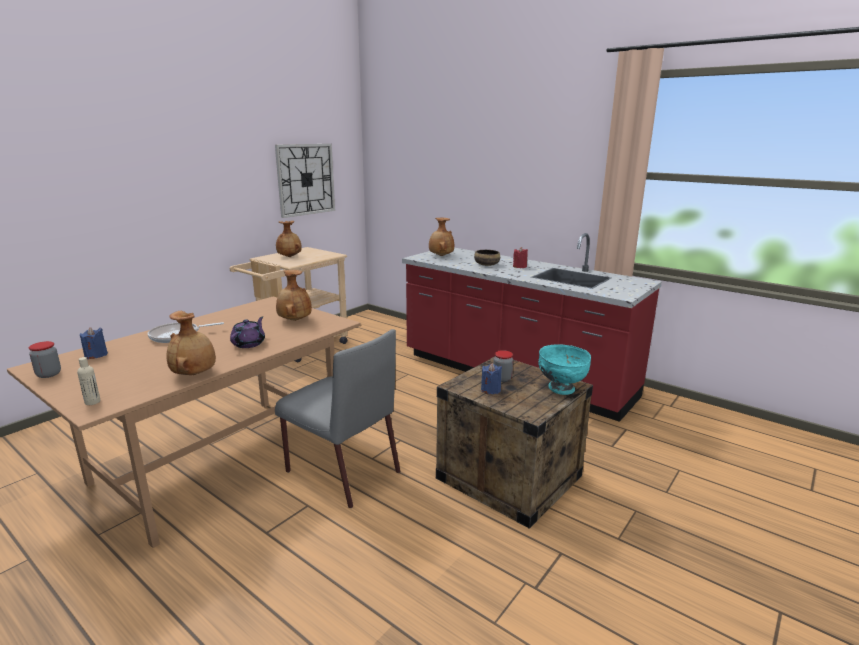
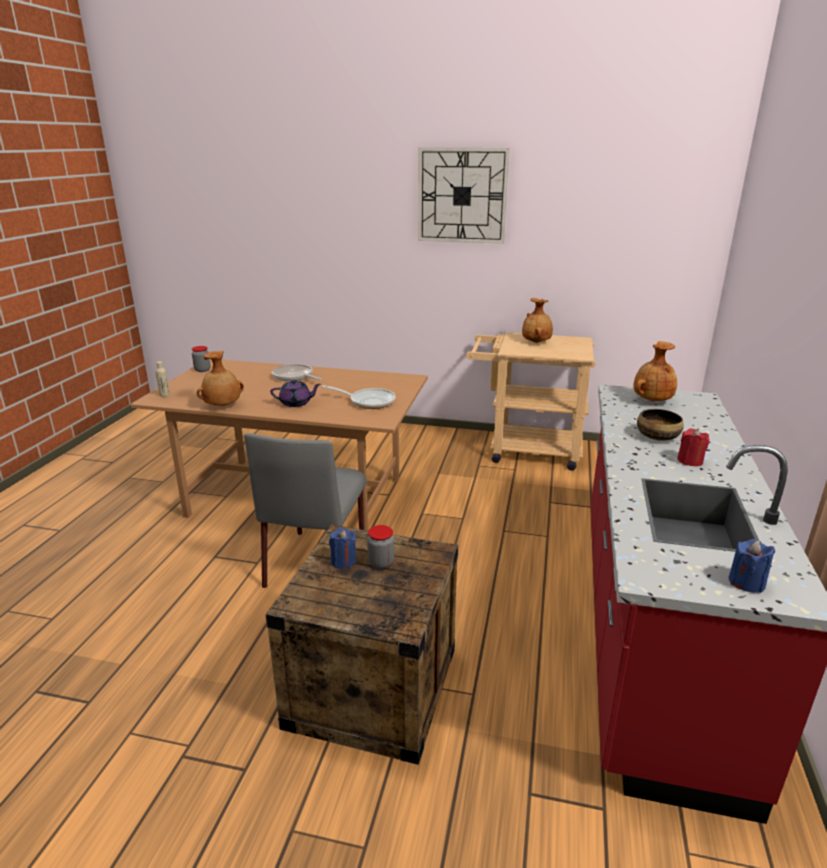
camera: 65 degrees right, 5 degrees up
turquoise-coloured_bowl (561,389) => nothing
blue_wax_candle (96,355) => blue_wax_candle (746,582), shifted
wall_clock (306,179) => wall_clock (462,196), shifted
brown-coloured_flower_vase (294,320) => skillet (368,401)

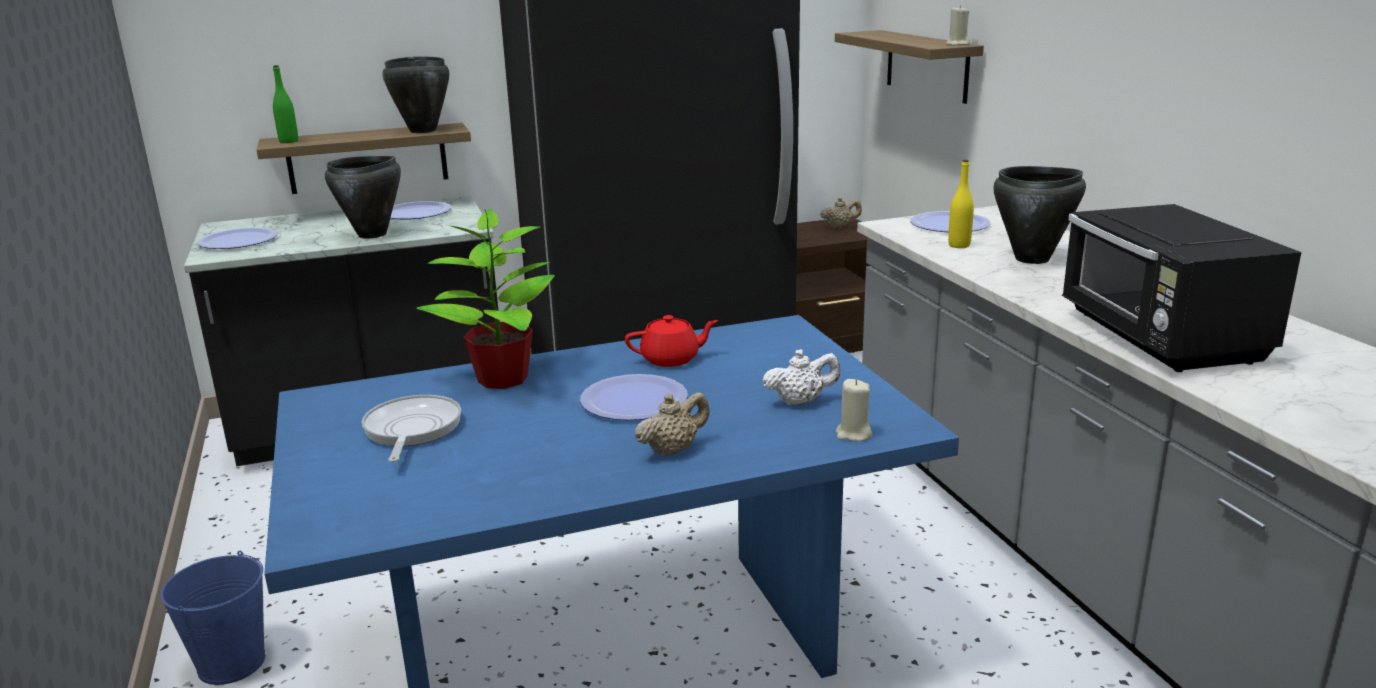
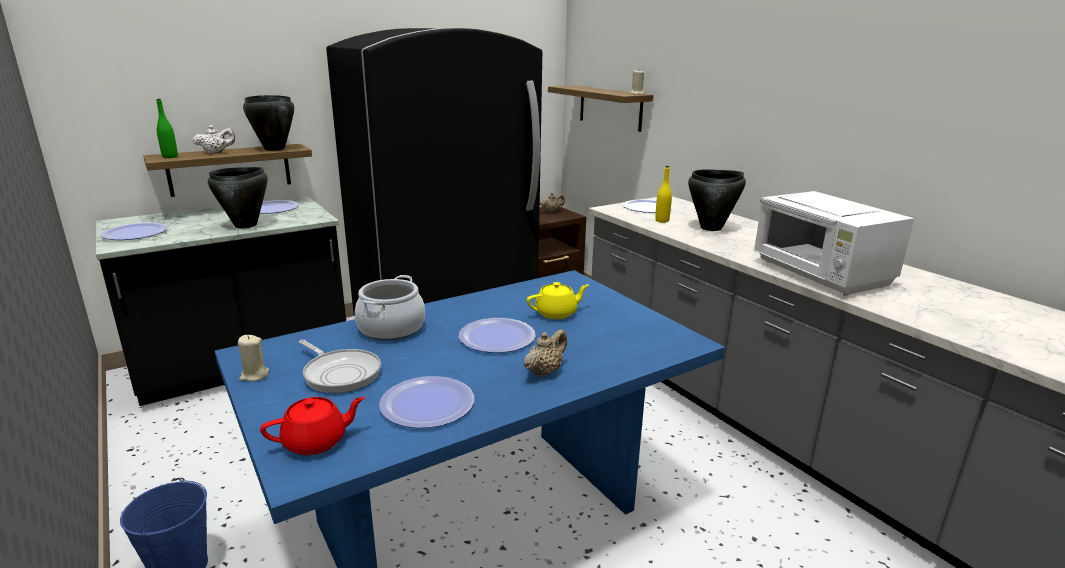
camera: 15 degrees left, 0 degrees up
nothing => plate (427,403)
nothing => yellow-coloured_pot_for_tea (557,313)
red-coloured_pot_for_tea (671,359) => red-coloured_pot_for_tea (316,442), shifted
whitish_pot_for_tea (800,401) => whitish_pot_for_tea (216,153), shifted
beige_wax_candle (853,434) => beige_wax_candle (254,375), shifted
houseplant (501,379) => stockpot (391,328)
blackish_kitchen_microwave (1160,338) => whitish_kitchen_microwave (820,275)
skillet (411,430) => skillet (340,373), 150 degrees clockwise

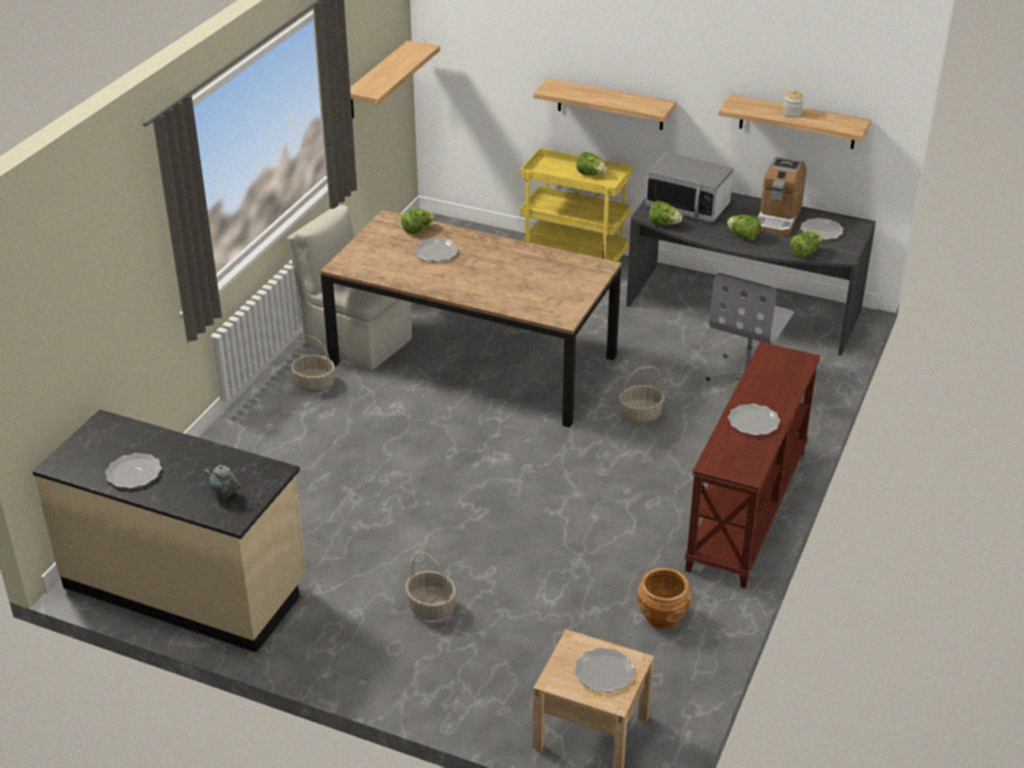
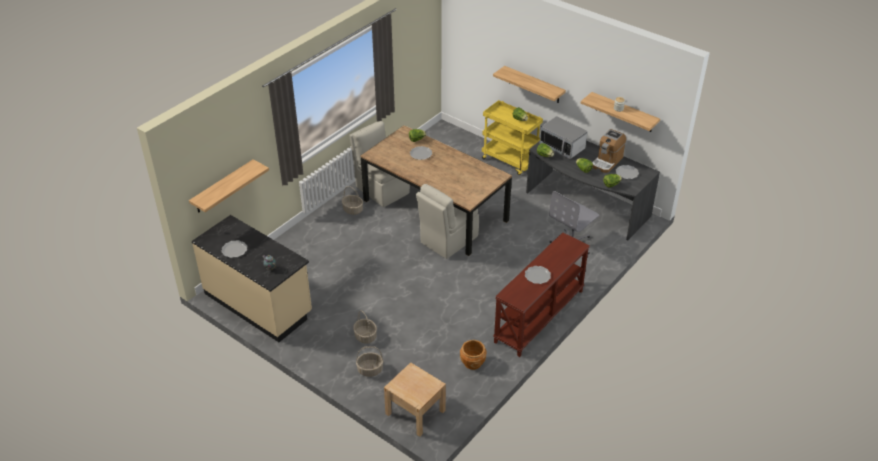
camera: 15 degrees right, 5 degrees up
plate (604,673) => nothing
nothing => beige_plain_chair (448,240)
shelf (377,80) => shelf (223,187), shifted
basket (640,414) => basket (370,369), shifted

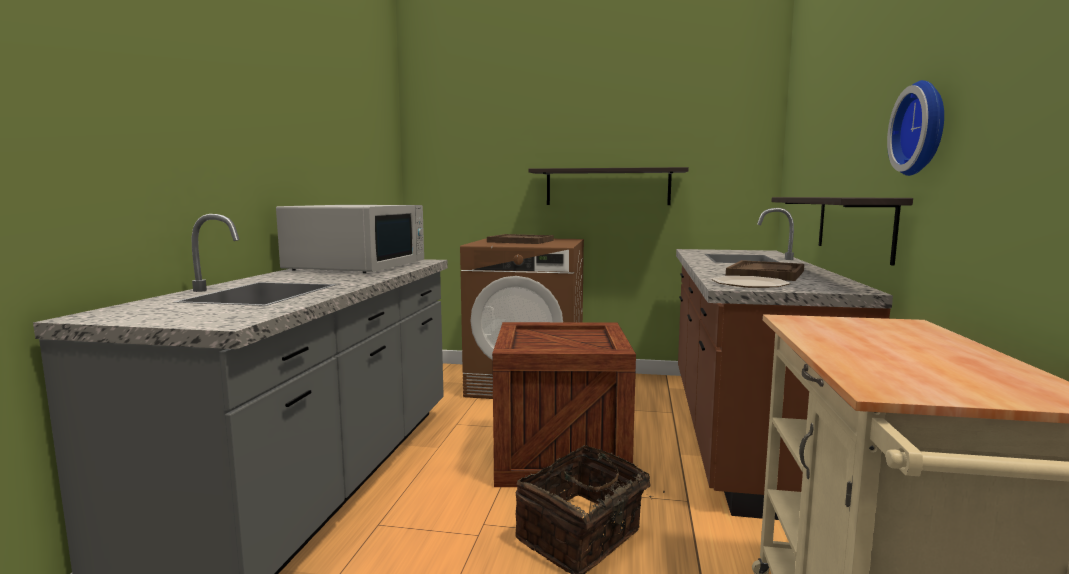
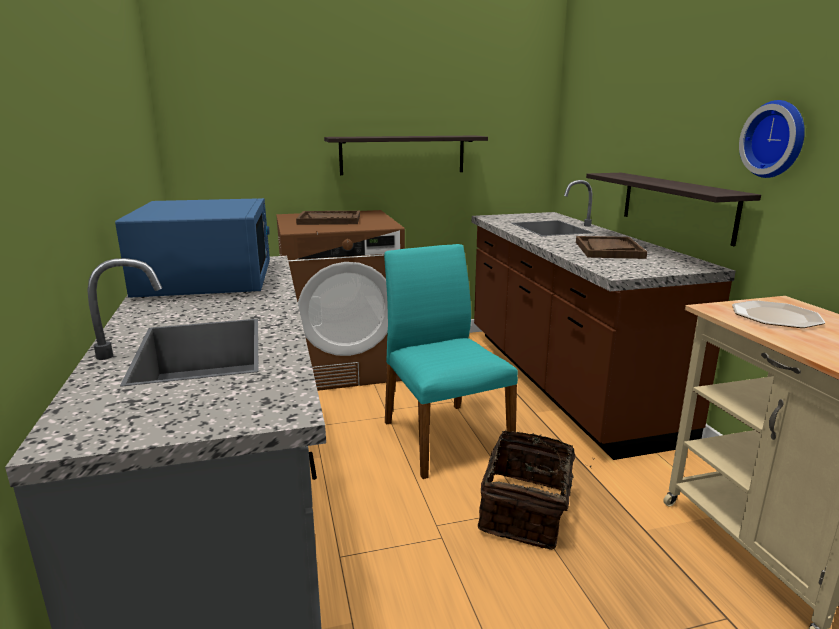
camera: 25 degrees left, 10 degrees up
plate (750,284) => plate (776,316), shifted
crate (562,455) => turquoise-coloured_plain_chair (443,437)
whitish_kitchen_microwave (358,266) => blue_kitchen_microwave (208,279)

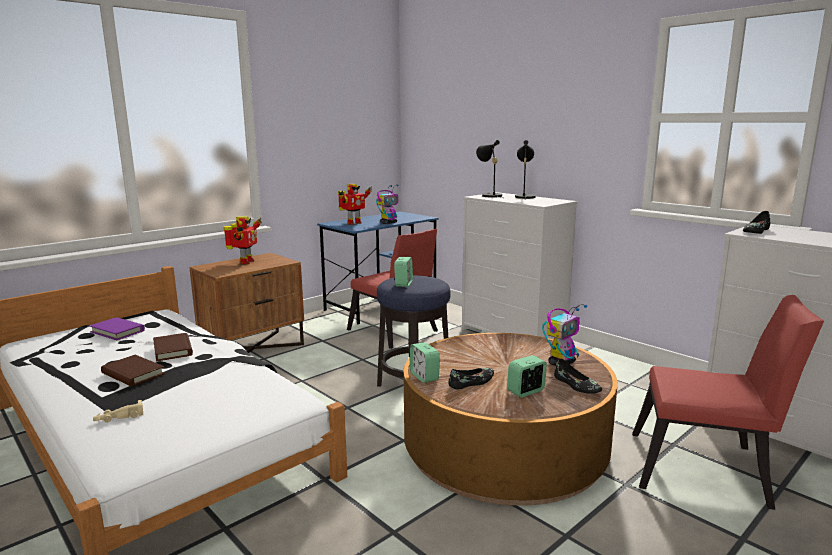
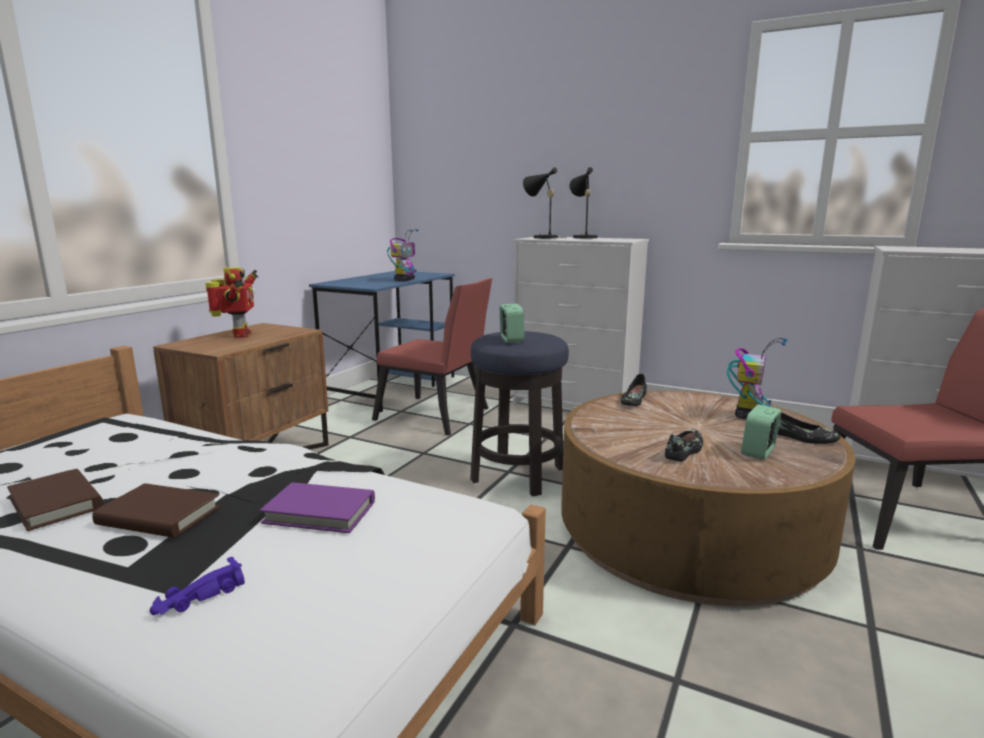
camera: 20 degrees left, 0 degrees up
model_robot (353,223) => nothing
alarm_clock (424,376) => nothing
purplish_bound_book (117,331) => purplish_bound_book (320,512), shifted
brown-coloured_bound_book (173,350) => brown-coloured_bound_book (56,503), shifted
blackish_low_shoe (755,231) => blackish_low_shoe (633,400), shifted
beige_miniature_car (119,418) => purplish_miniature_car (198,598)

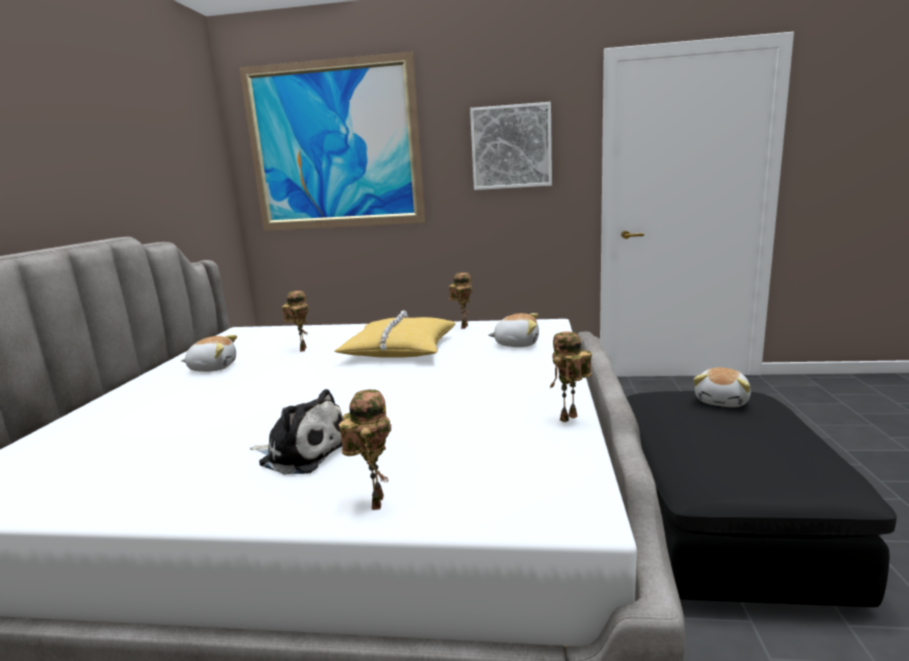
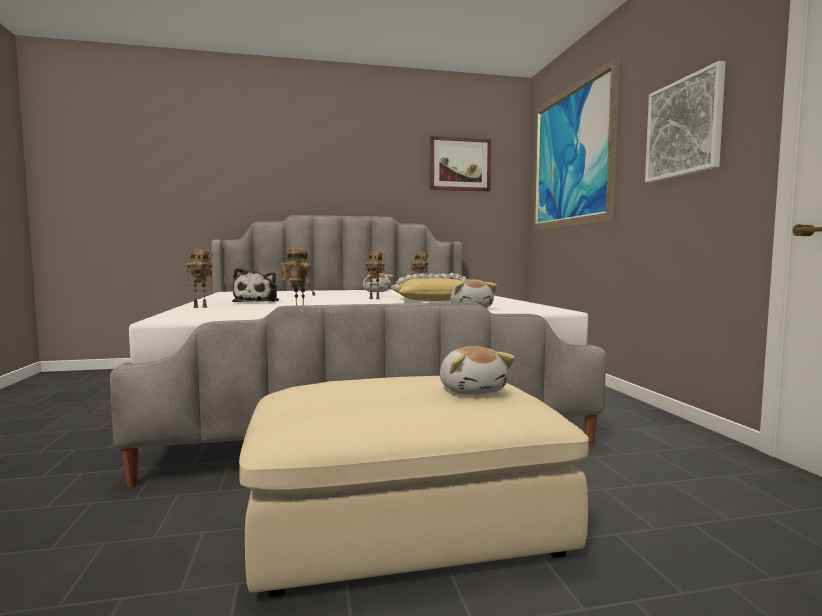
camera: 70 degrees right, 10 degrees down
nothing => wall_art (460,164)
model_robot (463,326) => model_robot (375,298), shifted
blackish_ottoman (720,523) => beige_ottoman (407,520)
plush_toy (722,401) => plush_toy (472,390), 120 degrees counterclockwise

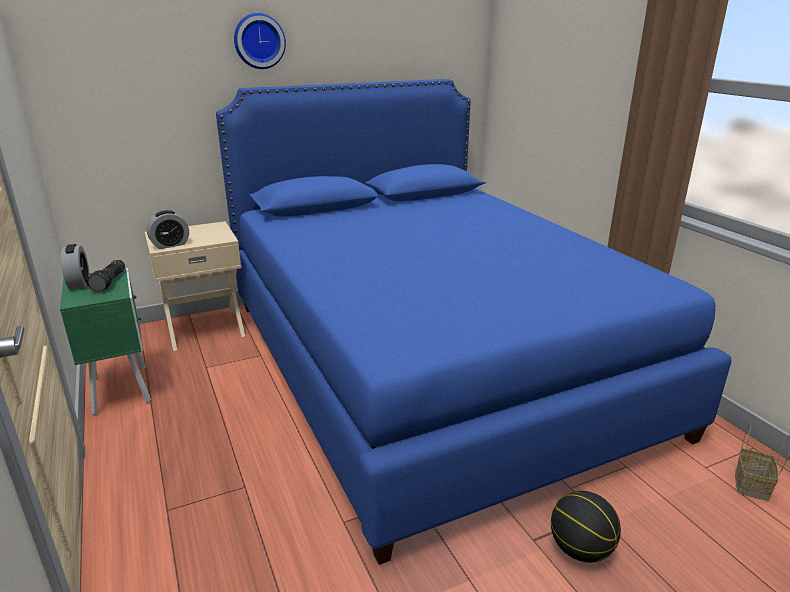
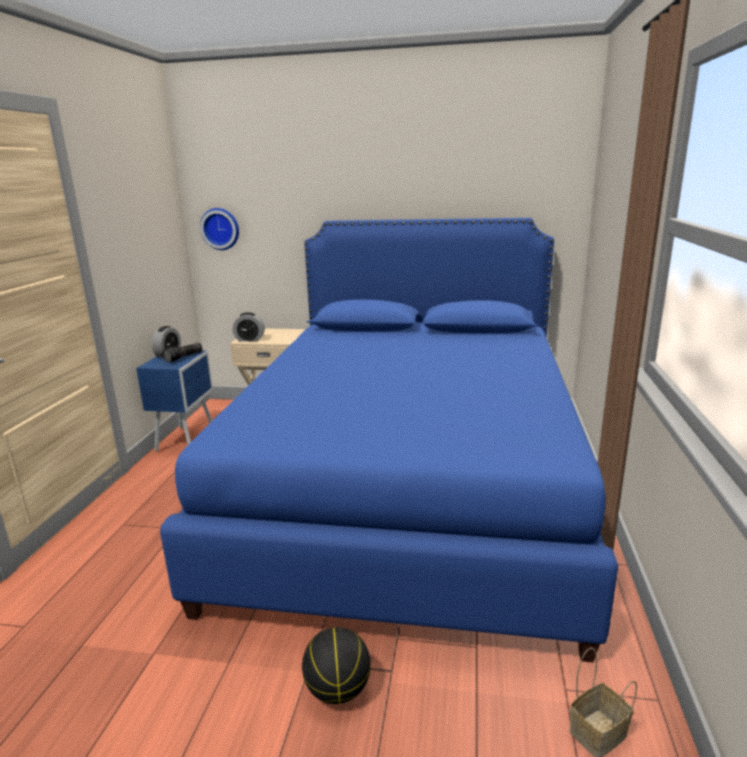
camera: 35 degrees right, 5 degrees down
wall_clock (259,41) => wall_clock (221,228), shifted
greenish_bedside_table (122,389) => blue_bedside_table (187,440)

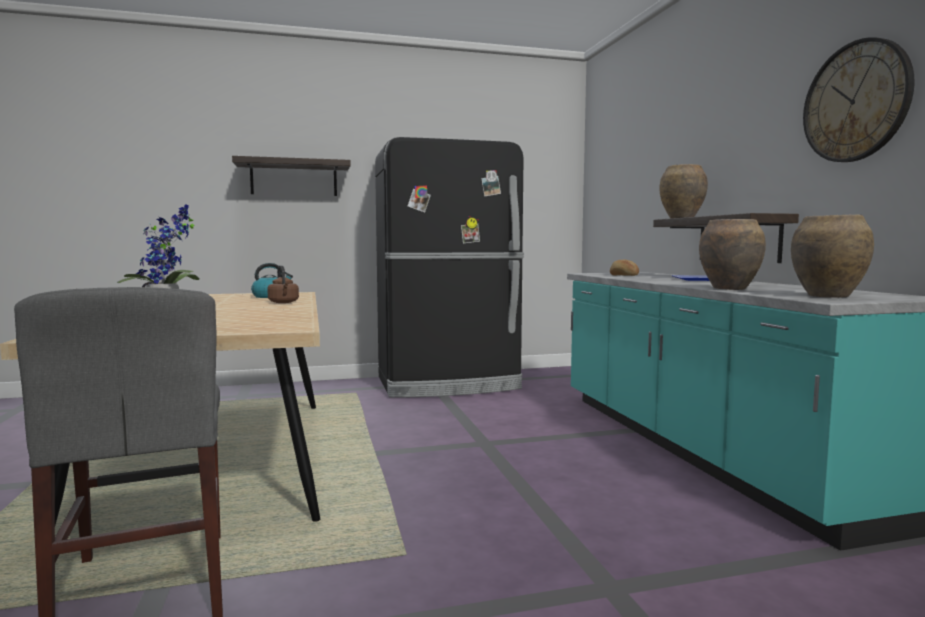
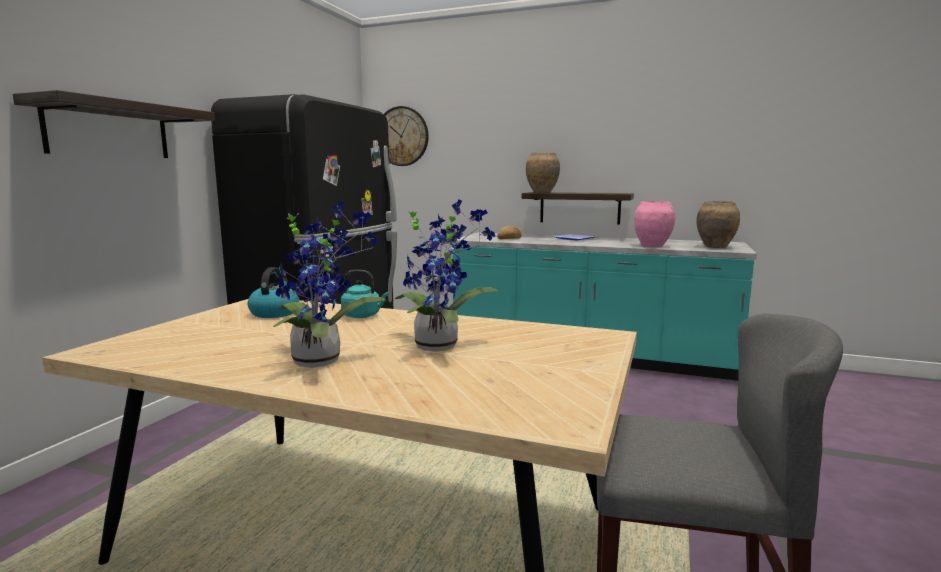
camera: 55 degrees left, 5 degrees up
nothing => houseplant (440,345)
wall_clock (856,102) => wall_clock (402,136), shifted
brown-coloured_water_kettle (283,302) => turquoise-coloured_water_kettle (363,316)
brown-coloured_flower_vase (730,288) => pink_flower_vase (652,246)

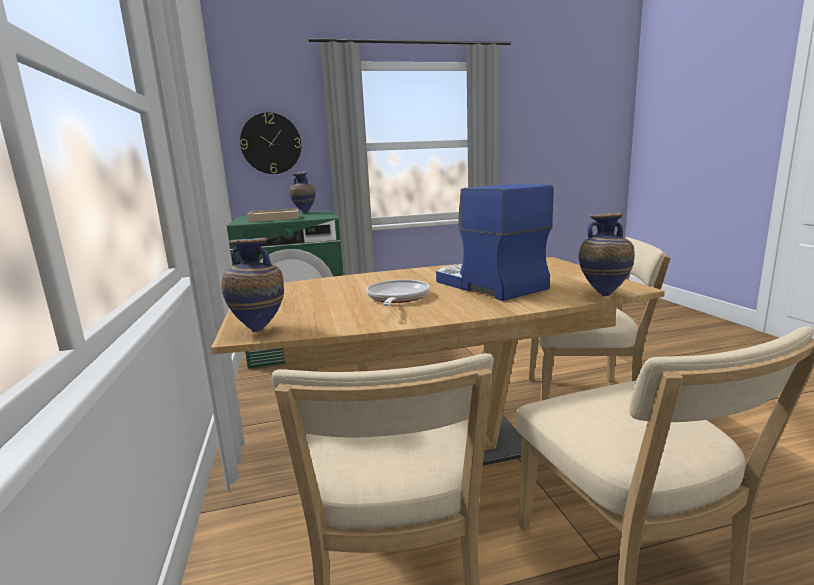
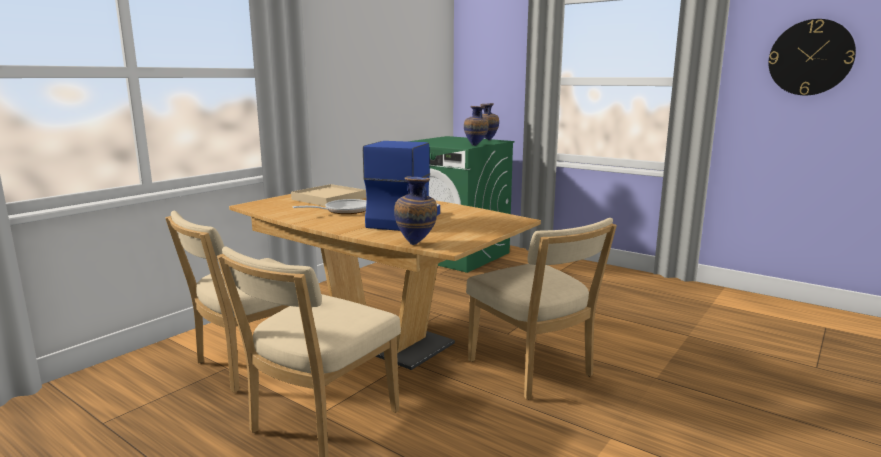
camera: 50 degrees right, 0 degrees up
flower_vase (260,329) => flower_vase (476,145), shifted
wall_clock (271,143) => wall_clock (810,57), shifted
beige_serving_tray (274,218) => beige_serving_tray (329,198), shifted

